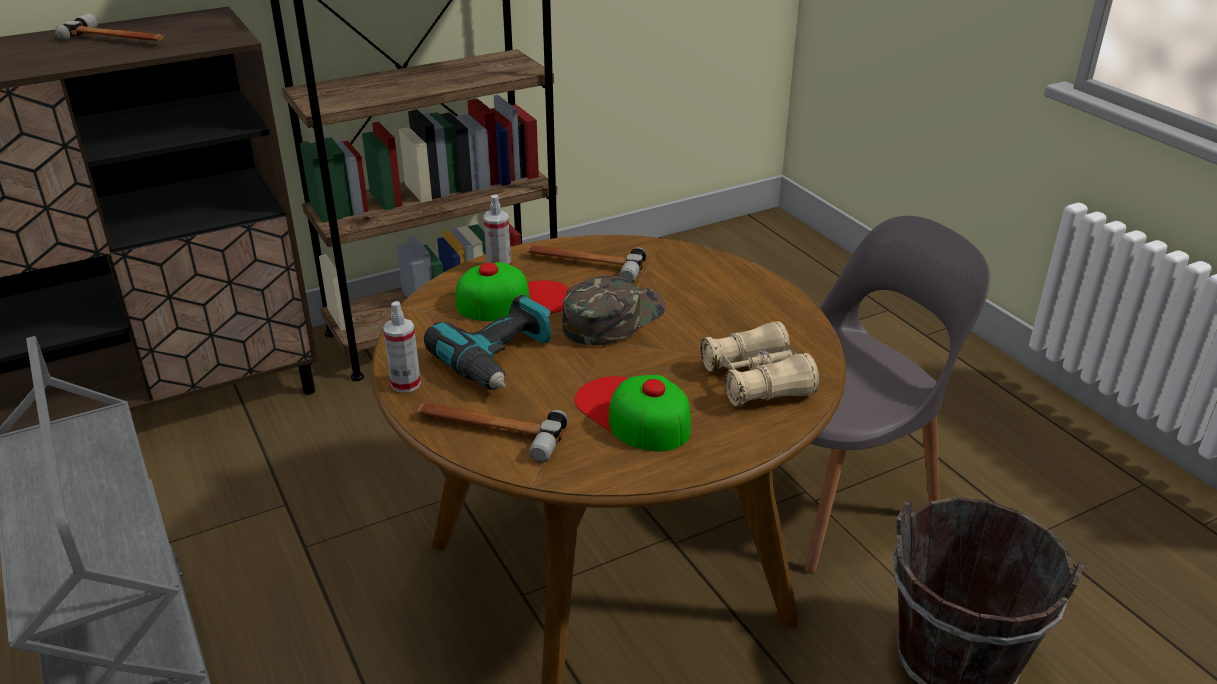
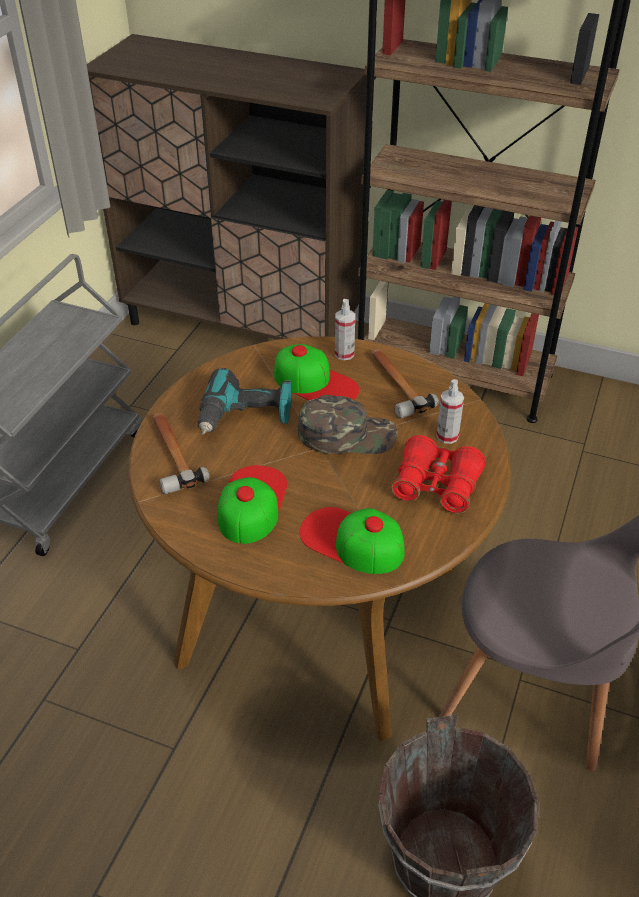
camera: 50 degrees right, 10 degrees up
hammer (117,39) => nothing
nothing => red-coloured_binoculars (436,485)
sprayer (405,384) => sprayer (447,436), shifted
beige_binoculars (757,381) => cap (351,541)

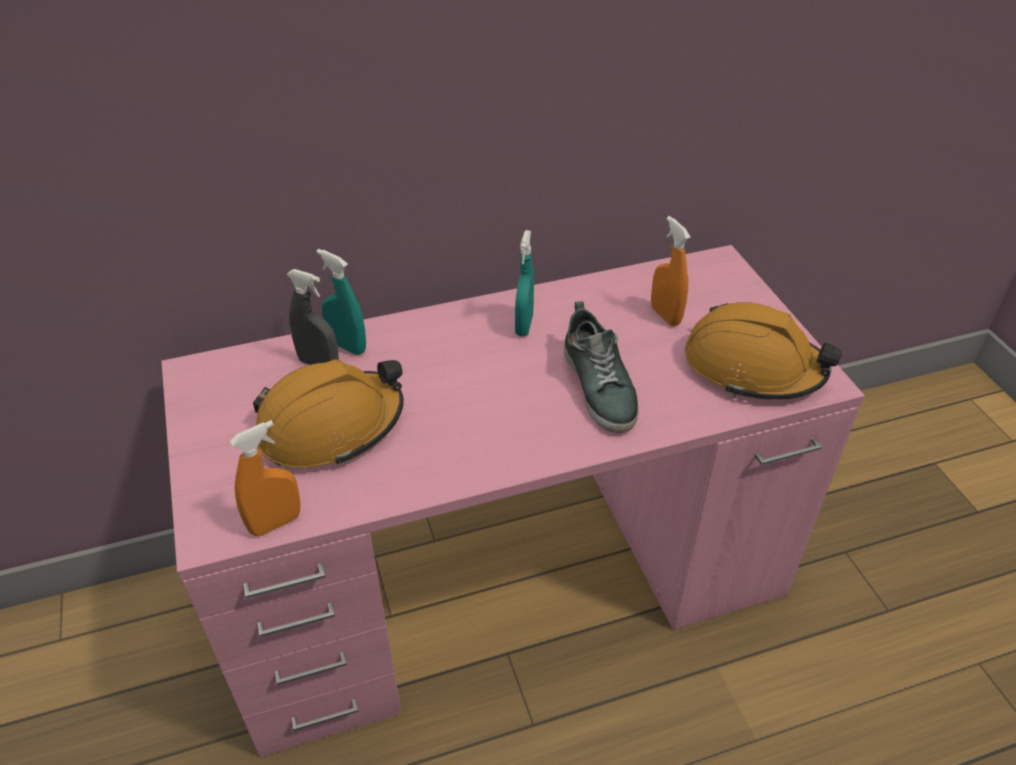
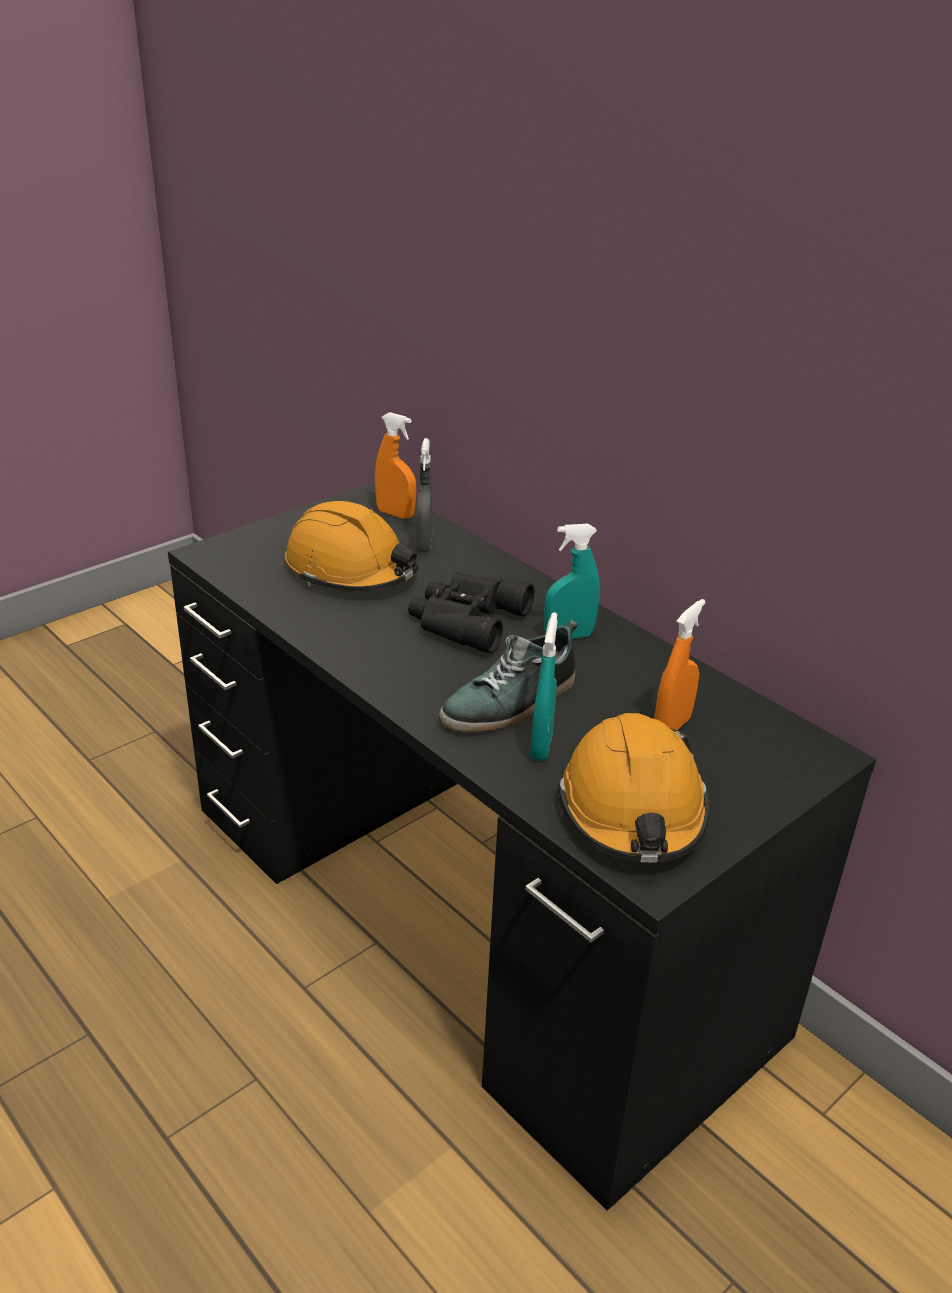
camera: 65 degrees right, 10 degrees down
nothing => blackish_binoculars (464,620)
orange-coloured_sprayer (275,523) => orange-coloured_sprayer (395,514), shifted
turquoise-coloured_sprayer (347,346) => turquoise-coloured_sprayer (541,745), shifted
pink_desk_unit (508,578) => blackish_desk_unit (468,915)

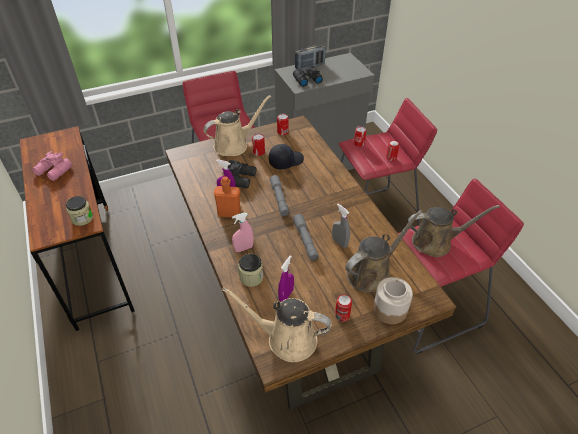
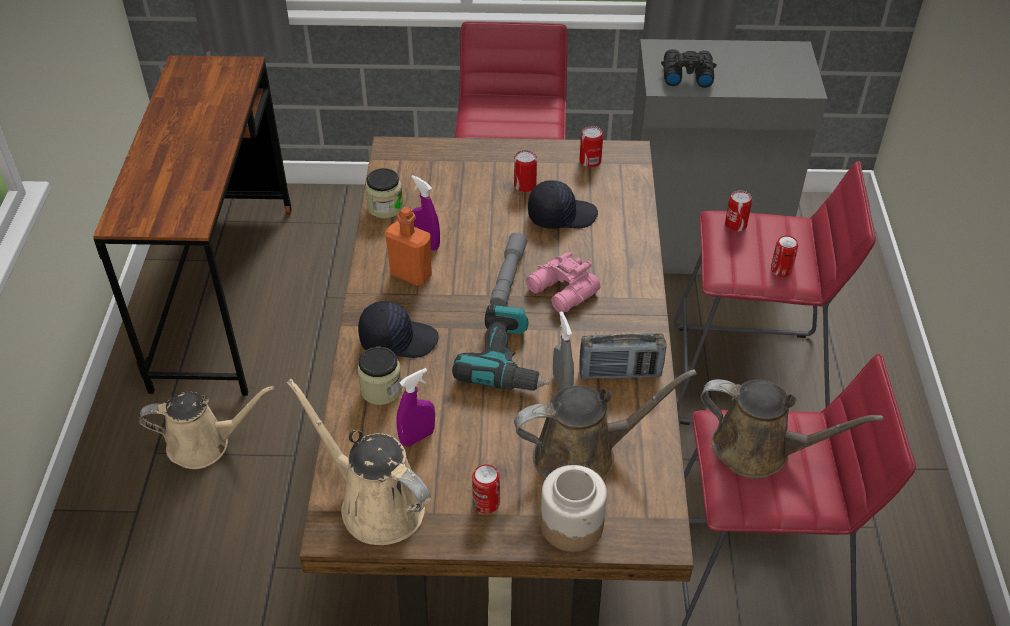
camera: 25 degrees right, 0 degrees up
blackish_binoculars (241,179) => nothing
pink_binoculars (54,171) => pink_binoculars (562,292), shifted
preserve_jar (82,218) => preserve_jar (385,207), shifted
beige_sprinkling_can (234,145) => beige_sprinkling_can (205,444), shifted
radio (309,66) => radio (620,373), shifted
pink_sprayer (243,248) => blackish_cap (398,339)
grey_flashlight (305,240) => drill (506,361)

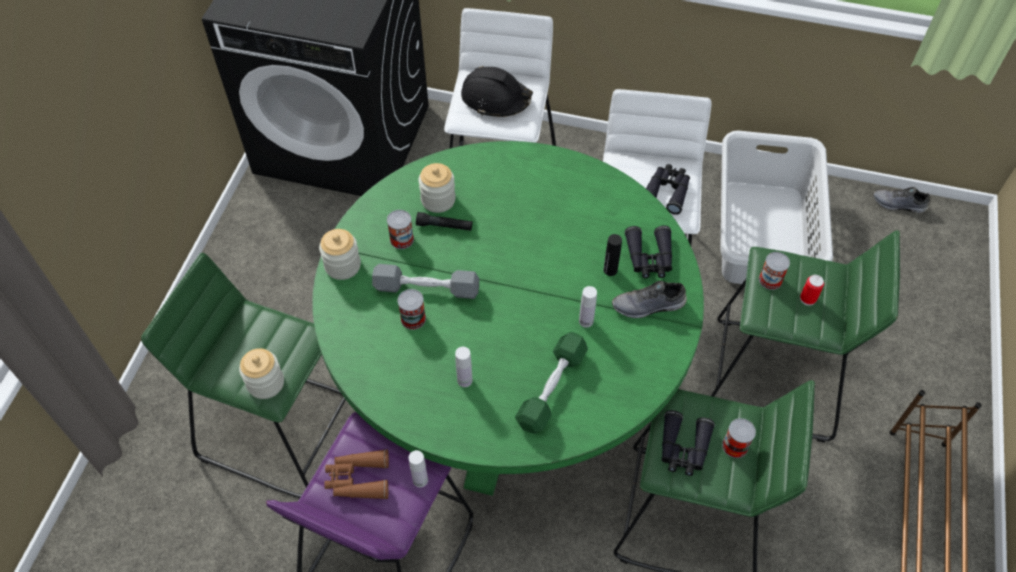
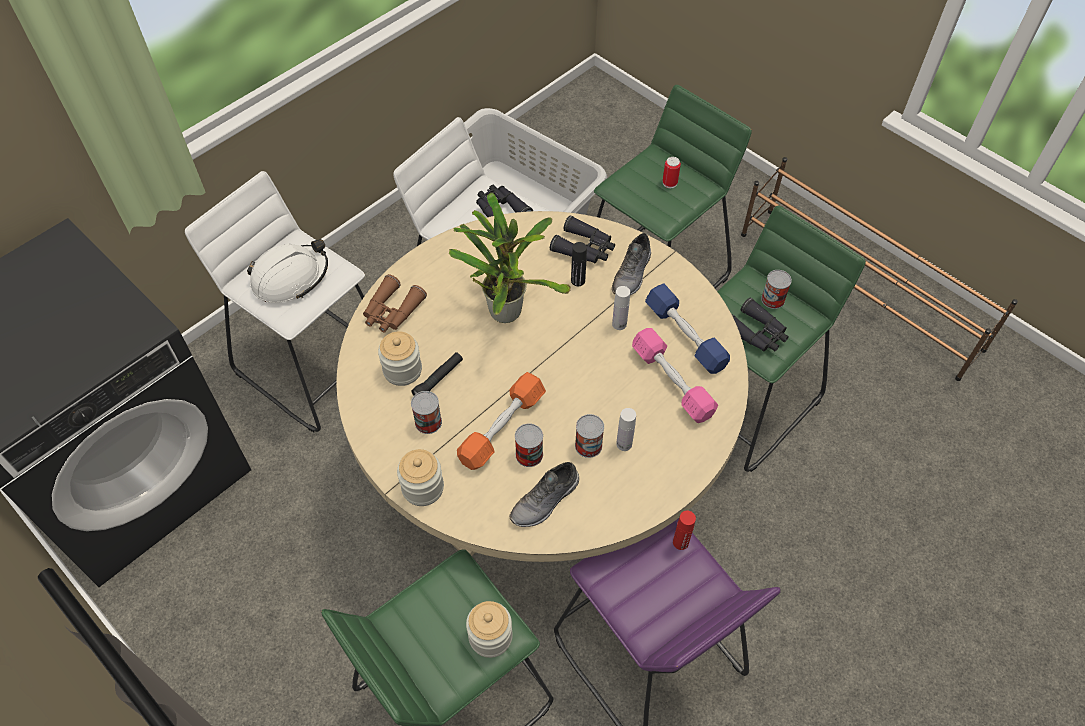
camera: 60 degrees left, 0 degrees up
nothing => houseplant (505,308)
nothing => blue_hand_weight (685,336)
brown-coloured_binoculars (358,479) => brown-coloured_binoculars (392,311), shifted
metal_can (770,280) => metal_can (588,445), shifted
grey_low_shoe (898,205) => grey_low_shoe (546,501), shifted
greenish_kitchen_table (508,391) => beige_kitchen_table (542,473)
grey_hand_weight (427,289) => orange-coloured_hand_weight (502,428)
whitish_bottle (420,480) => red-coloured_bottle (680,542)
blackish_hard_hat (495,99) => whitish_hard_hat (290,278)
greenish_hand_weight (551,388) => pink_hand_weight (672,382)

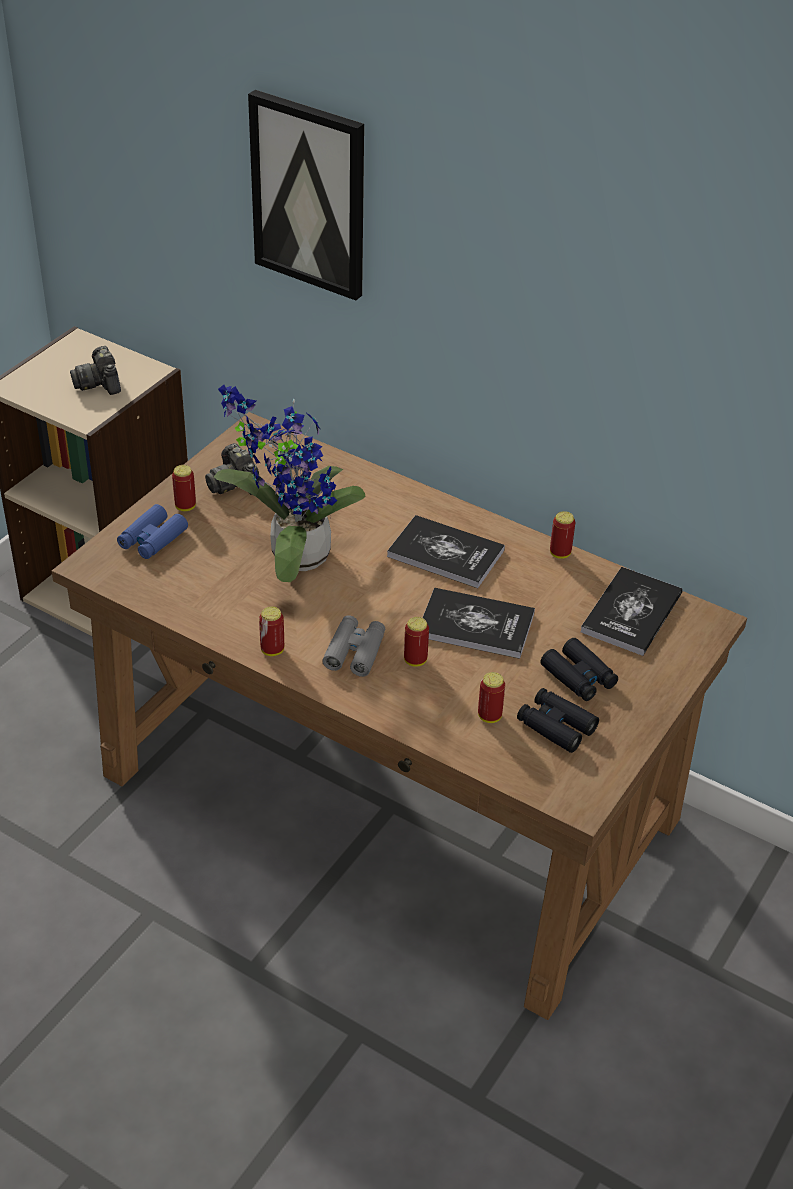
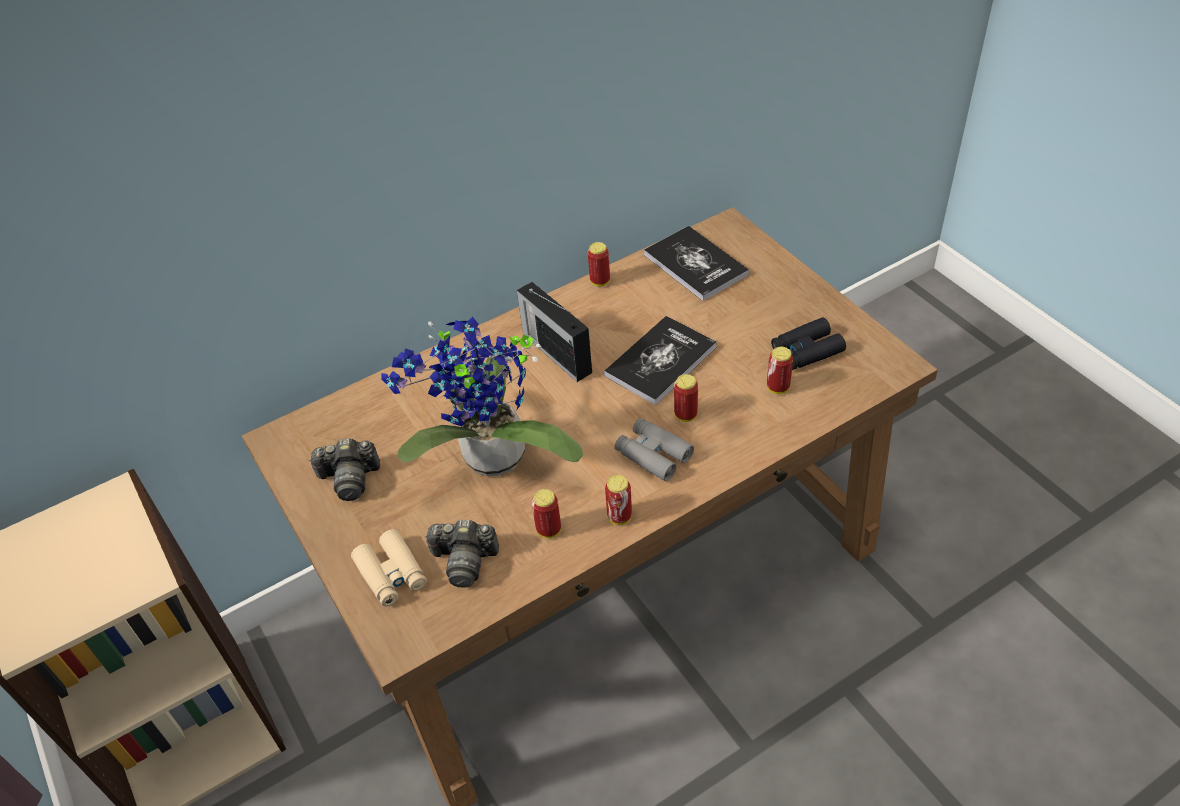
camera: 60 degrees left, 5 degrees up
wall_art (310,195) => nothing
blackish_binoculars (579,677) => nothing
still_camera (99,383) => still_camera (464,561), shifted
metal_can (185,506) => metal_can (549,530), shifted
bound_book (445,553) => radio (556,352)
blue_binoculars (152,539) => beige_binoculars (391,574)

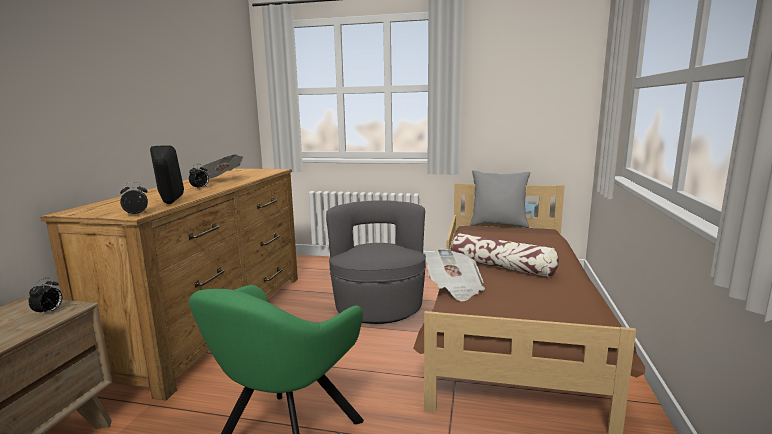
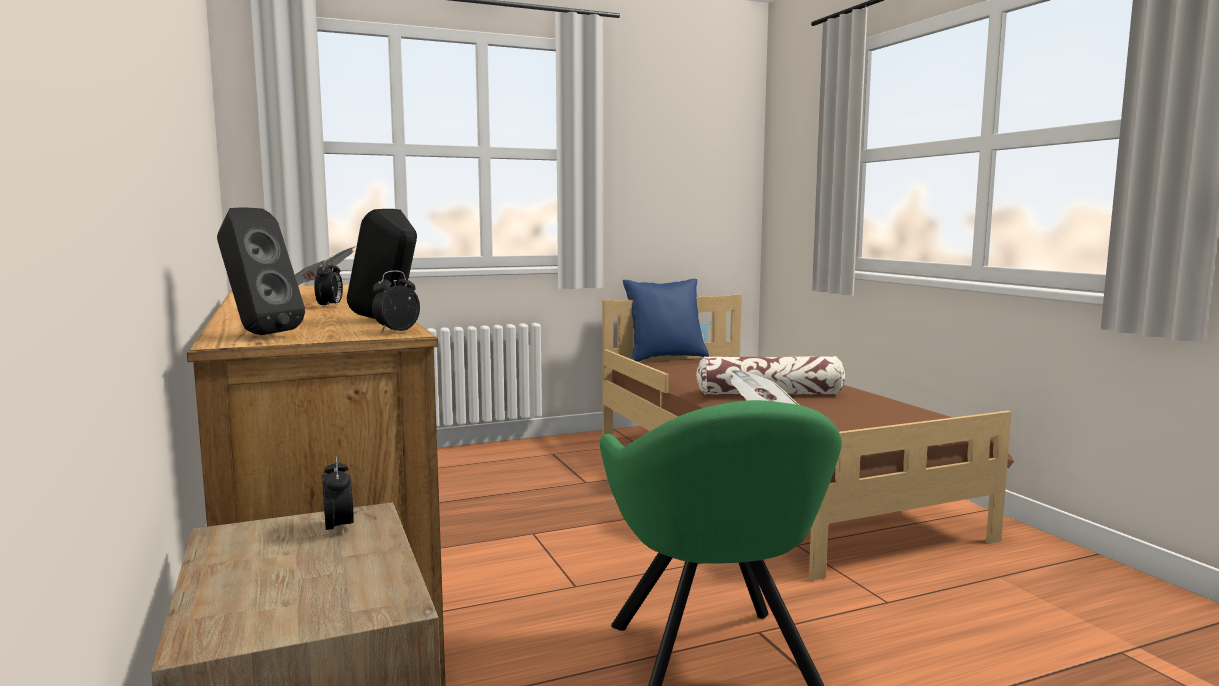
camera: 35 degrees left, 5 degrees down
grey_easy_chair (378,306) => nothing
nothing => blackish_loudspeaker (258,334)
grey_cushion (498,225) => blue_cushion (665,358)

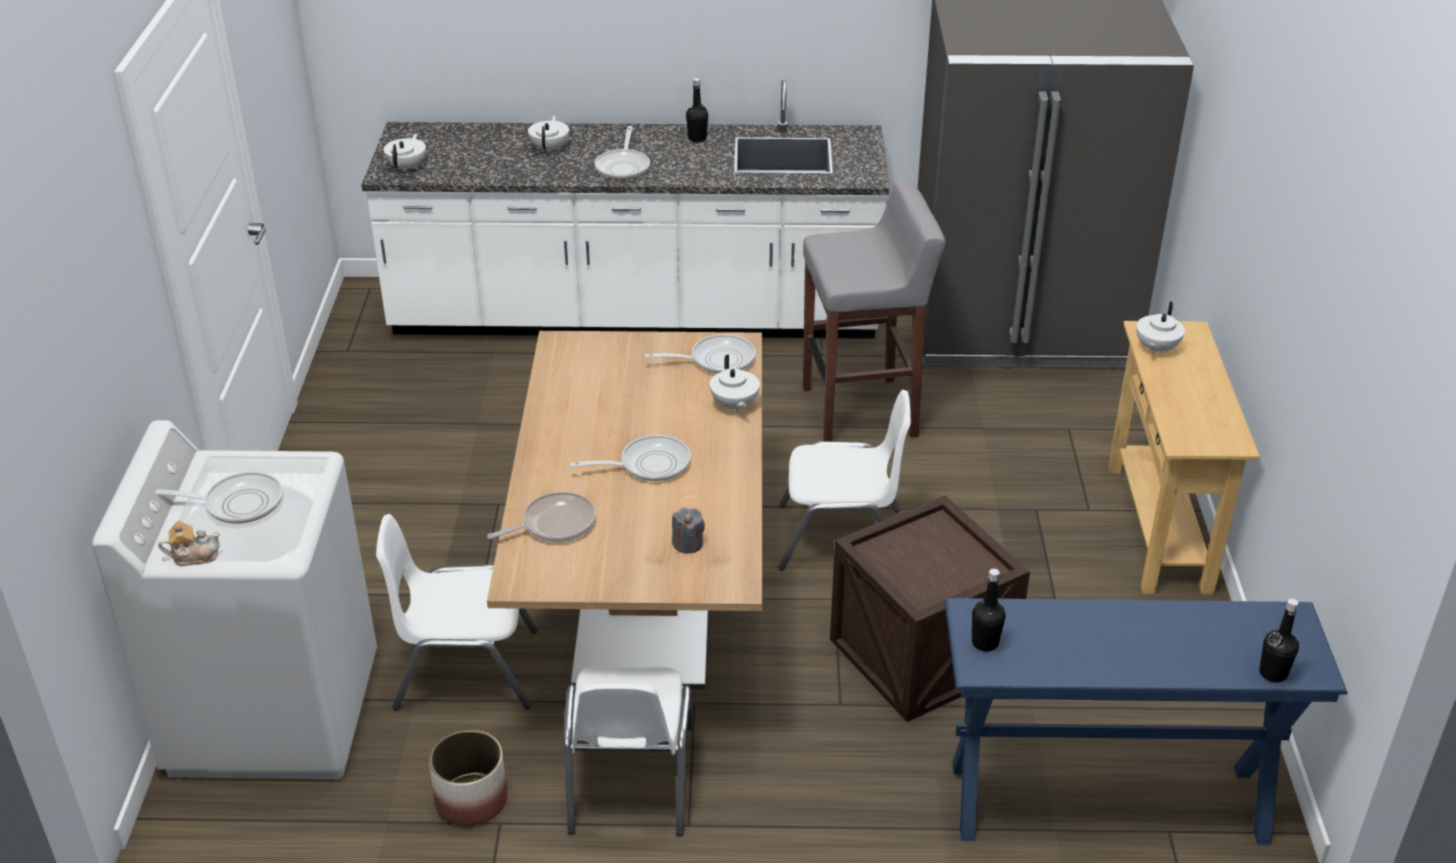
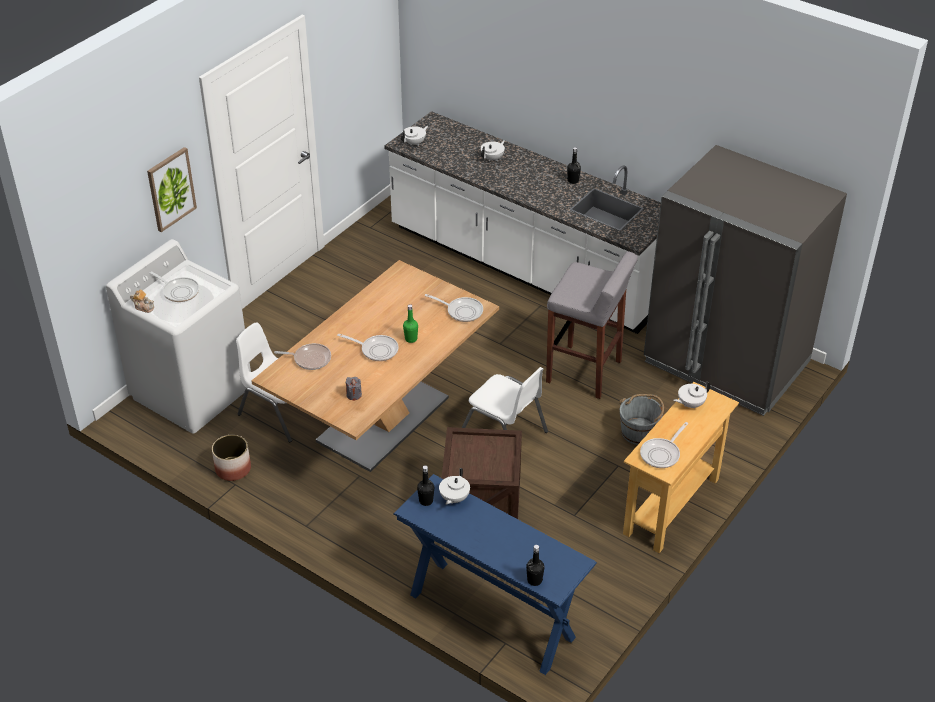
camera: 35 degrees right, 5 degrees up
whitish_plain_chair (629,779) => nothing
nothing => wall_art (171,189)
nothing => greenish_bottle (411,339)
nothing => grey_water_bucket (639,432)
skillet (623,166) => skillet (662,454), shifted
whitish_pot_for_tea (734,406) => whitish_pot_for_tea (454,498), shifted

